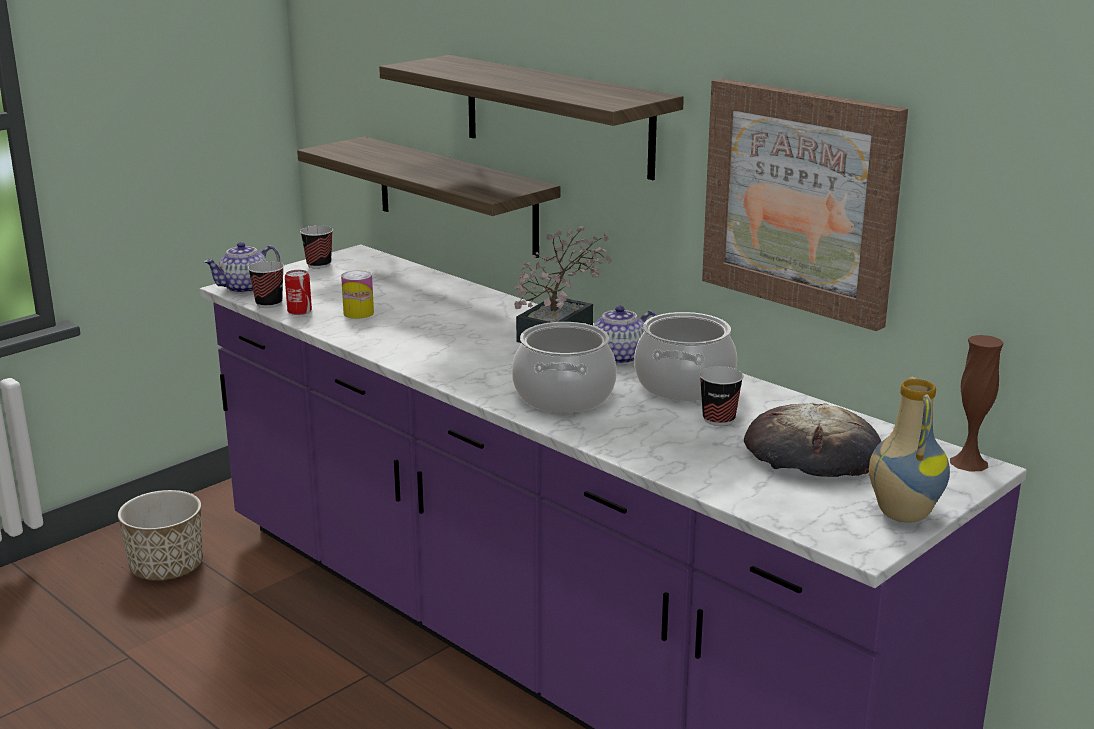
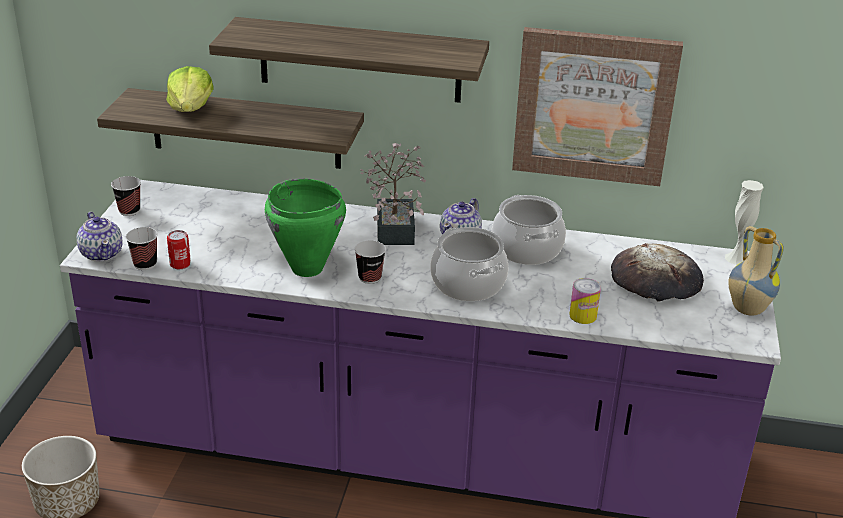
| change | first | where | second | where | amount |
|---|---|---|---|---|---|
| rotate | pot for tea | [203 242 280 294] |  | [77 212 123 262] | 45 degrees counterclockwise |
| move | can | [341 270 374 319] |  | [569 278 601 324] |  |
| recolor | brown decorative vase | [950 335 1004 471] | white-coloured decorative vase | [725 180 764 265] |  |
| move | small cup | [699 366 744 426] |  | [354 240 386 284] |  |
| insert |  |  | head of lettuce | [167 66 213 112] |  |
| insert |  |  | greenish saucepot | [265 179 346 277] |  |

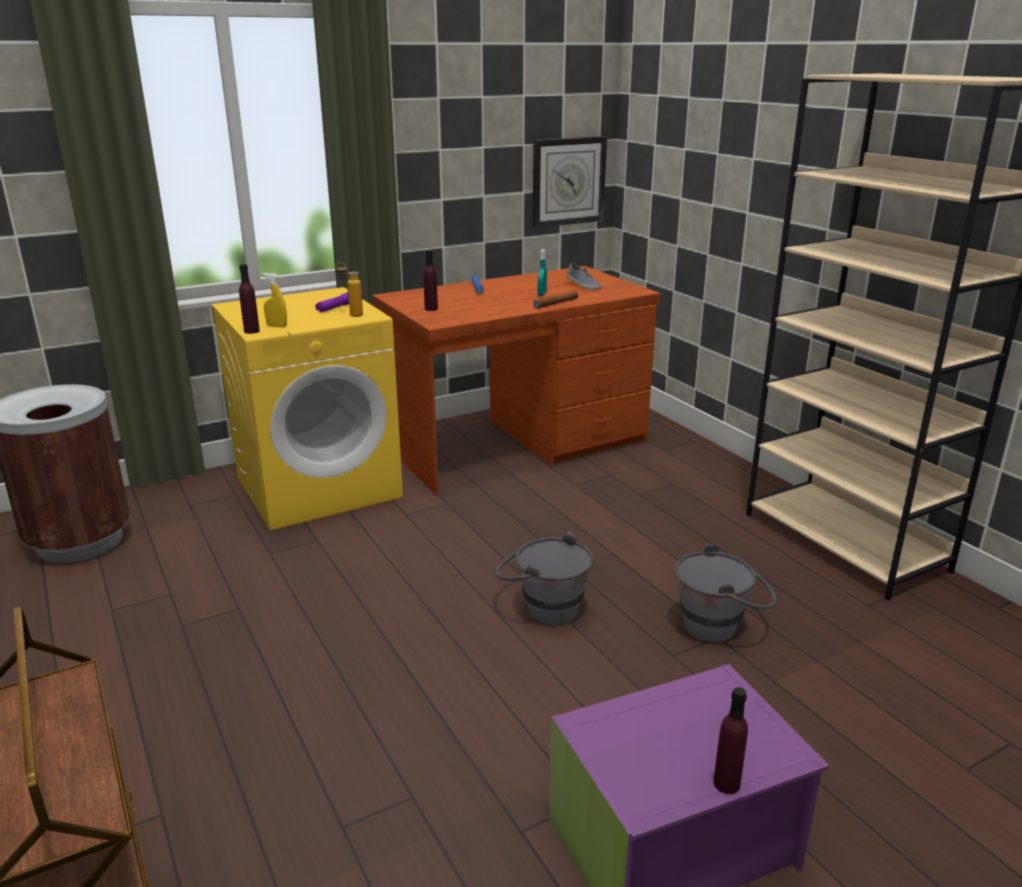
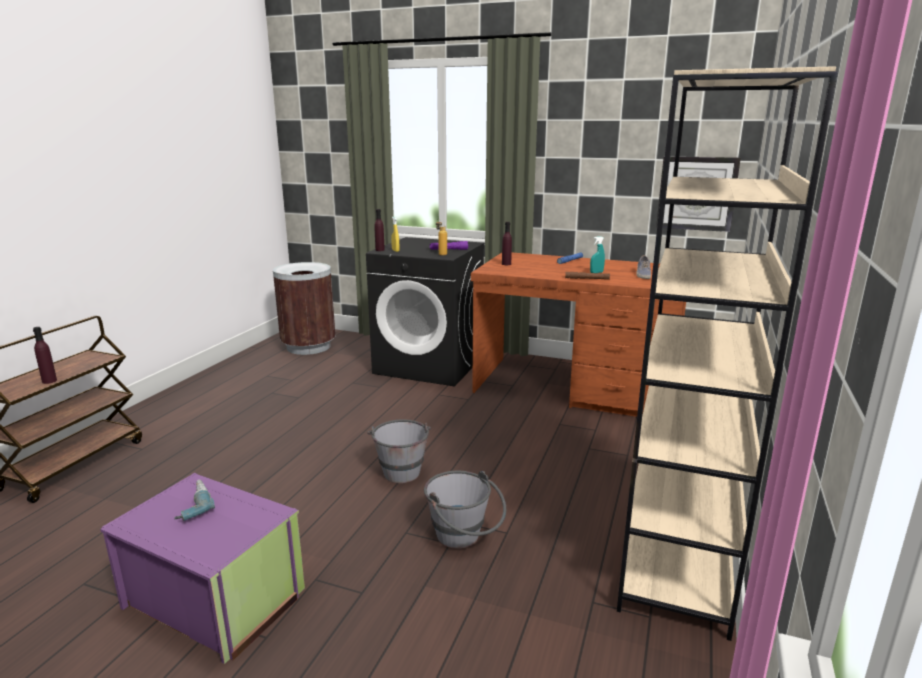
| change | first | where | second | where | amount |
|---|---|---|---|---|---|
| recolor | yellowish laundry appliance | [211 287 403 531] | black laundry appliance | [366 237 485 387] |  |
| move | purplish bottle | [713 687 748 794] |  | [33 327 57 384] |  |
| insert |  |  | power drill | [174 480 215 521] |  |

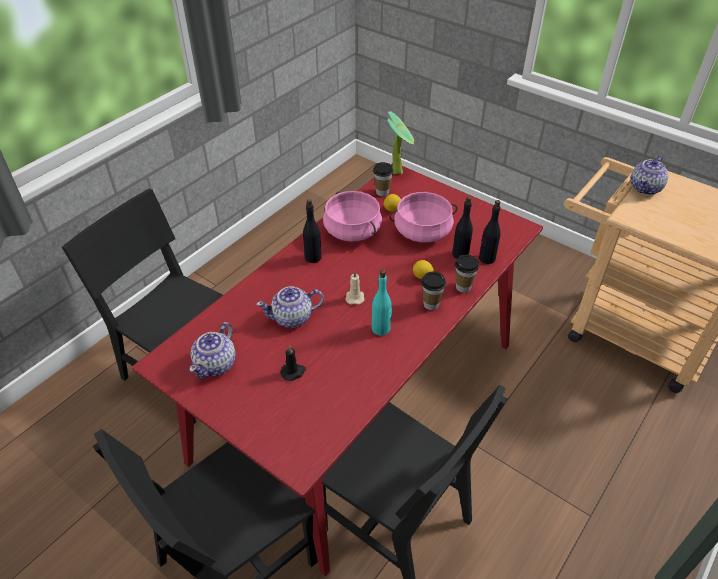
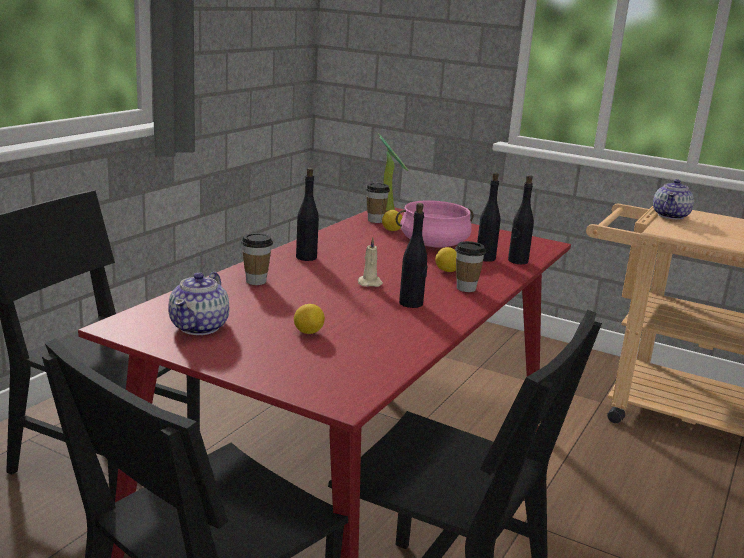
| change | first | where | second | where | amount |
|---|---|---|---|---|---|
| delete | pink saucepot | [323 191 382 242] |  |  |  |
| move | small cup | [455 255 479 293] |  | [241 233 273 285] |  |
| recolor | turquoise-coloured bottle | [372 270 392 336] | black bottle | [399 203 427 308] |  |
| delete | pot for tea | [256 286 324 328] |  |  |  |
| replace | black wax candle | [280 345 306 381] | lemon | [294 304 325 334] |  |

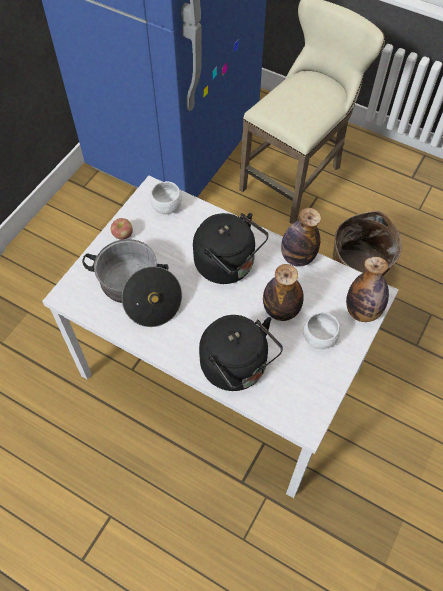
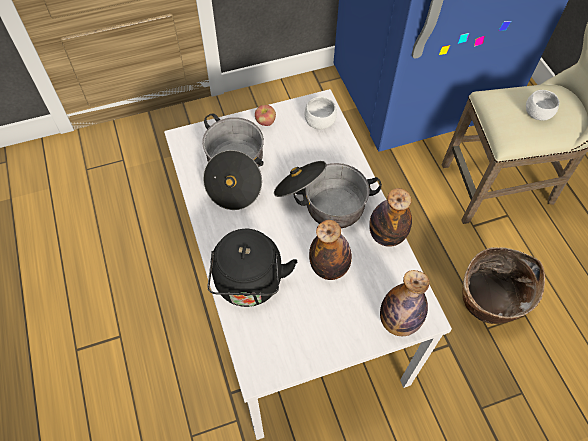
| change | first | where | second | where | amount |
|---|---|---|---|---|---|
| replace | black kettle | [193 213 269 284] | saucepot | [274 161 382 229] |  |
| move | white-coloured deep dish | [303 312 340 349] |  | [526 90 559 121] |  |

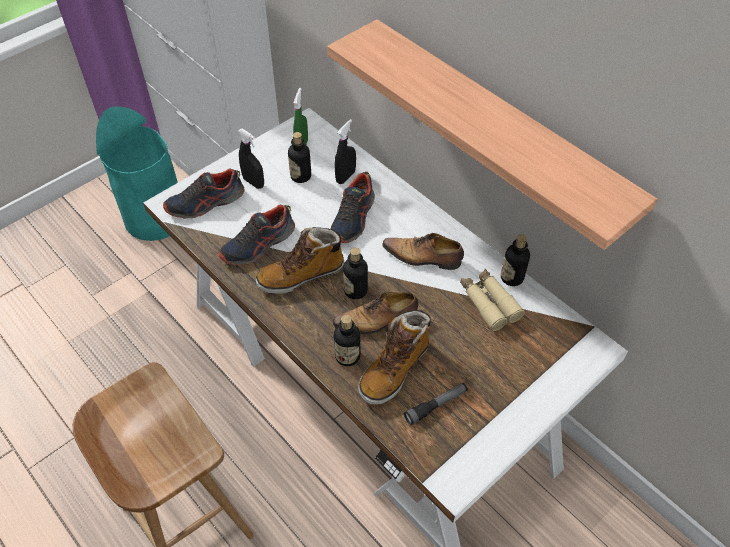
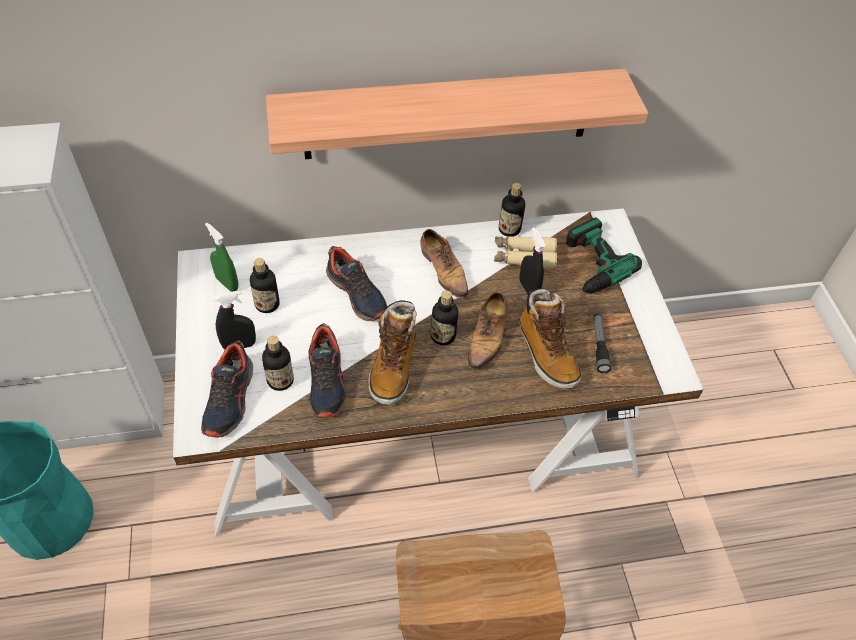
| change | first | where | second | where | amount |
|---|---|---|---|---|---|
| move | black hand sprayer | [334 119 356 184] |  | [520 227 546 294] |  |
| rotate | item of footwear | [382 233 464 270] |  | [420 229 469 298] | 75 degrees counterclockwise |
| move | bottle | [334 315 360 366] |  | [262 335 294 391] |  |
| insert |  |  | power drill | [566 217 642 298] |  |

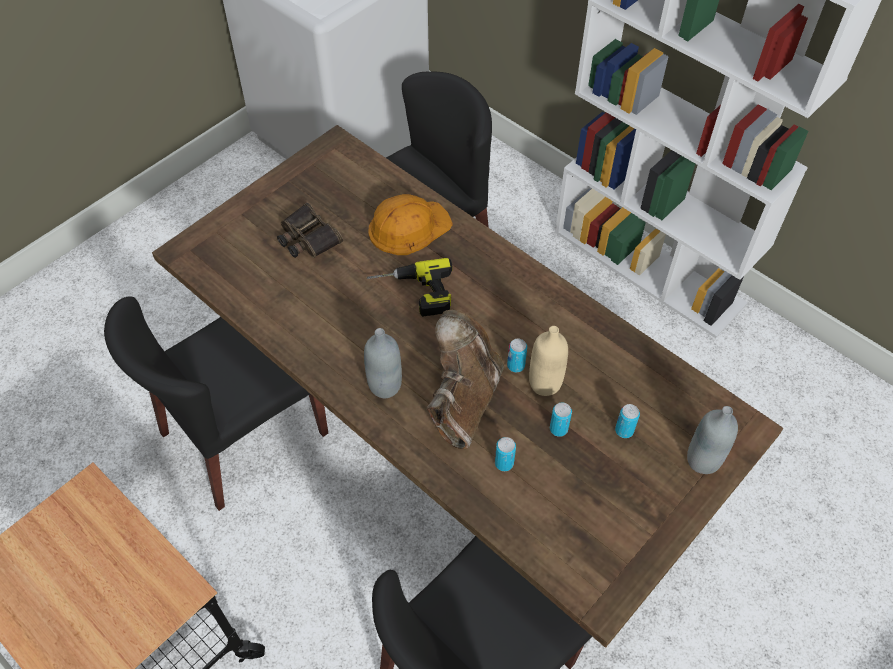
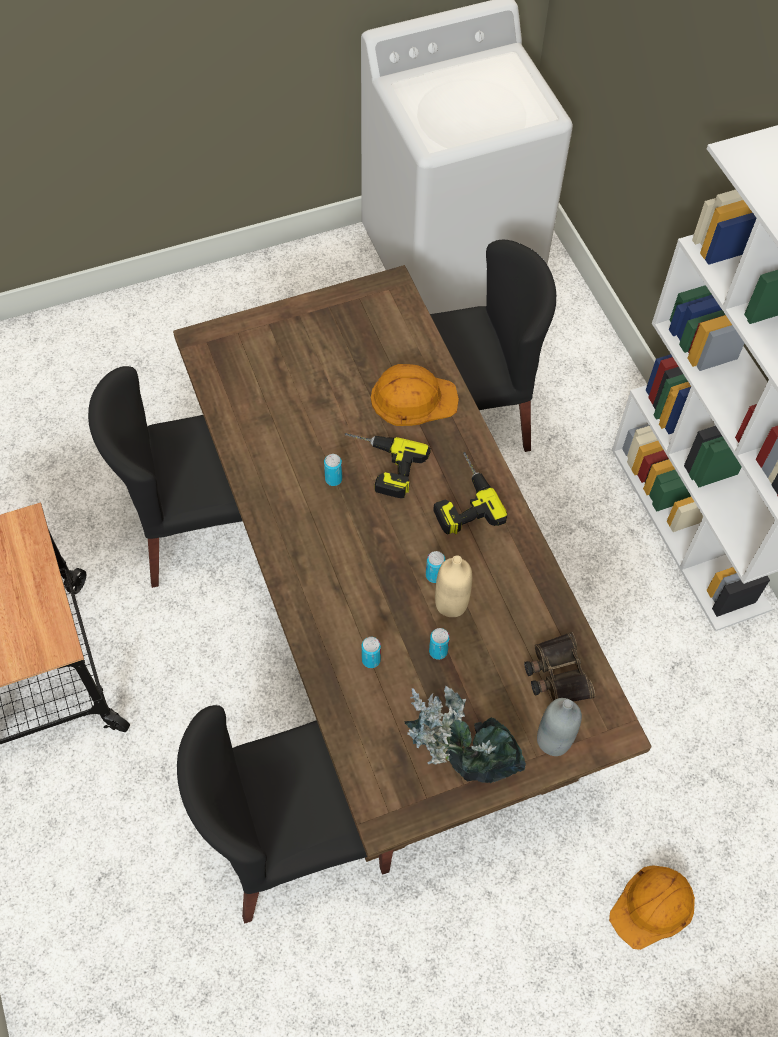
| change | first | where | second | where | amount |
|---|---|---|---|---|---|
| move | field glasses | [277 203 343 258] |  | [524 632 595 702] |  |
| delete | brown boot | [427 310 504 449] |  |  |  |
| delete | gray bottle | [364 328 402 398] |  |  |  |
| move | can | [615 404 640 438] |  | [324 454 342 486] |  |
| insert |  |  | power drill | [433 452 507 535] |  |
| insert |  |  | houseplant | [404 685 526 783] |  |
| insert |  |  | orange hard hat | [609 865 695 950] |  |

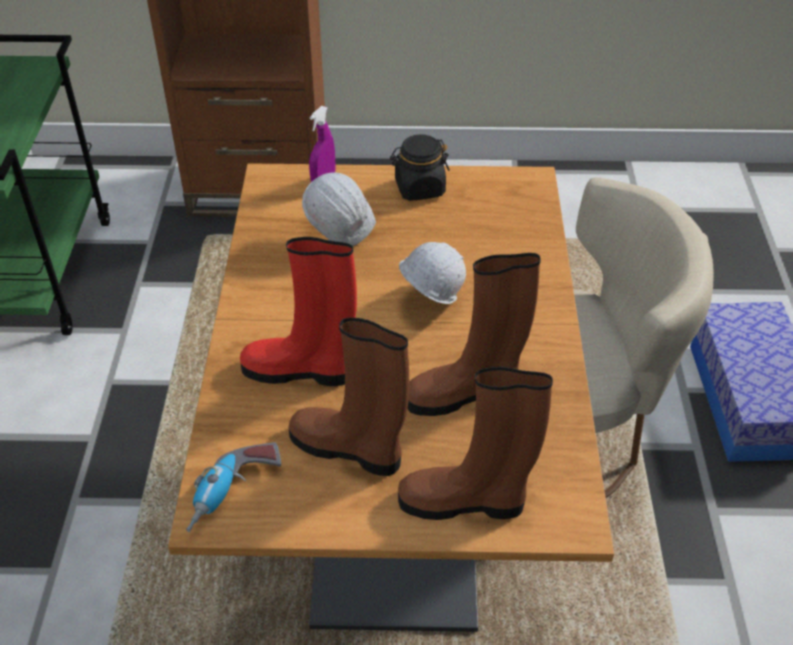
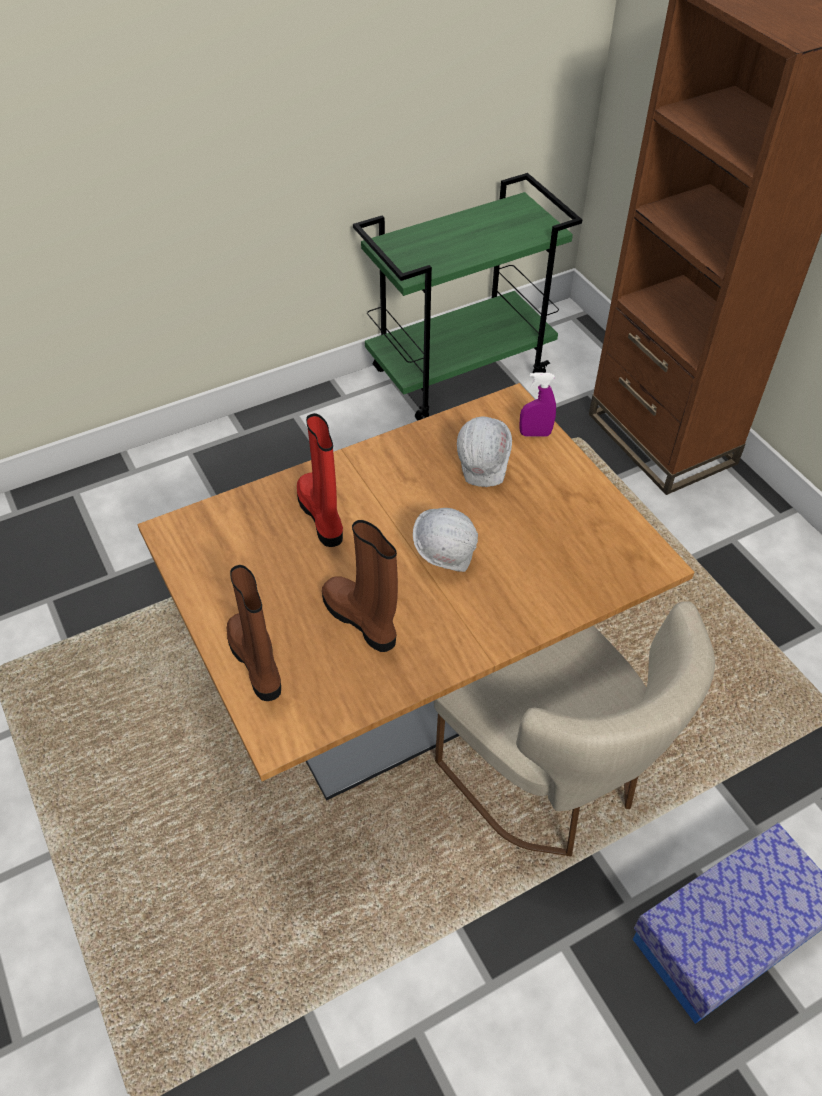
| change | first | where | second | where | amount |
|---|---|---|---|---|---|
| delete | black storage jar | [390 134 450 201] |  |  |  |
| delete | brown boot | [288 318 409 476] |  |  |  |
| delete | power drill | [186 442 281 532] |  |  |  |

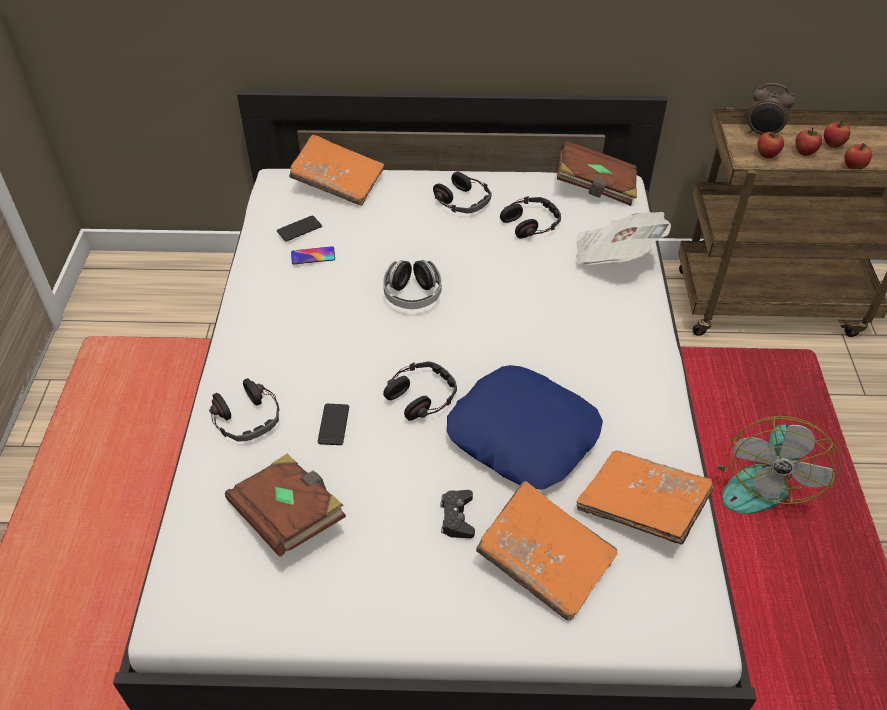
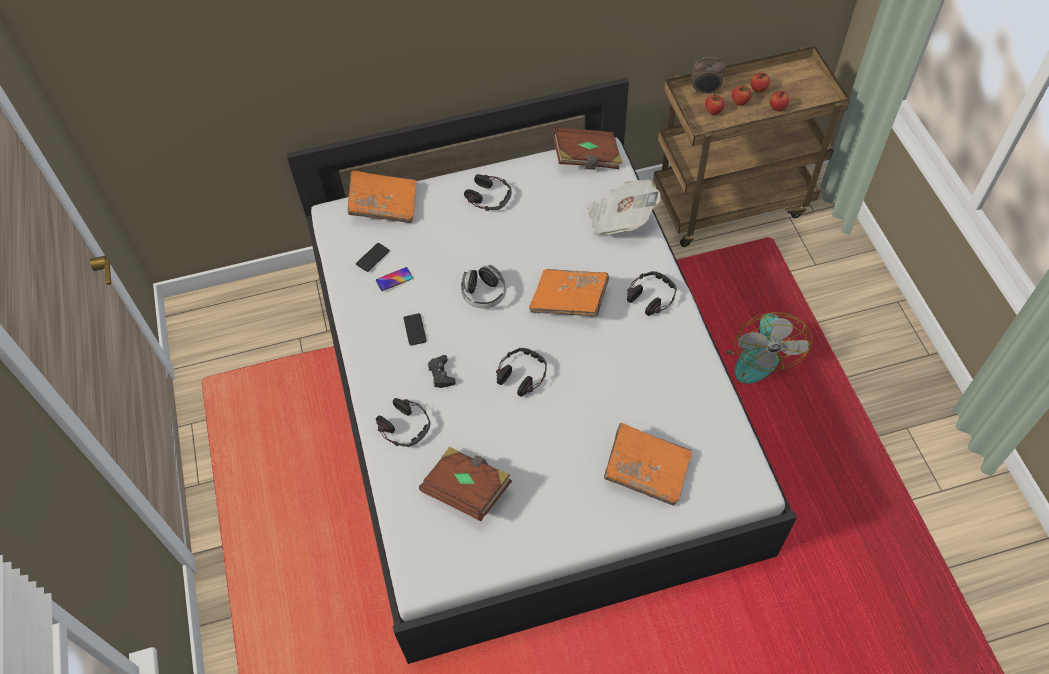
| change | first | where | second | where | amount |
|---|---|---|---|---|---|
| move | headset | [500 196 561 238] |  | [627 271 677 316] |  |
| delete | blue-coloured cushion | [447 365 603 490] |  |  |  |
| move | phone | [318 404 349 445] |  | [403 313 427 346] |  |
| move | orange bound book | [577 451 714 545] |  | [529 269 609 317] |  |
| move | black joypad | [440 490 475 538] |  | [428 355 456 388] |  |

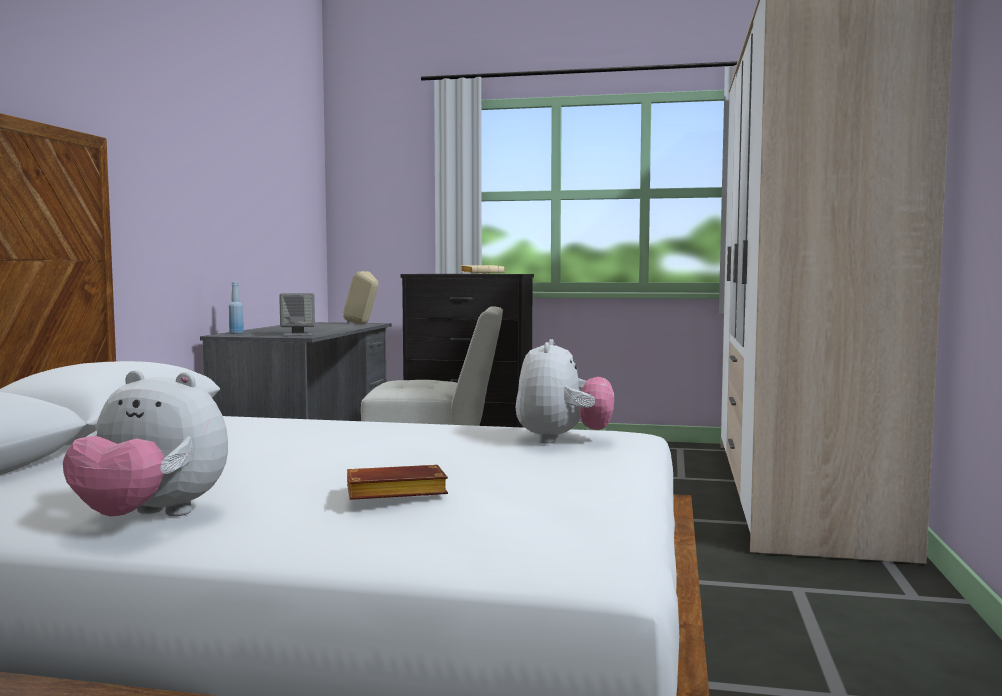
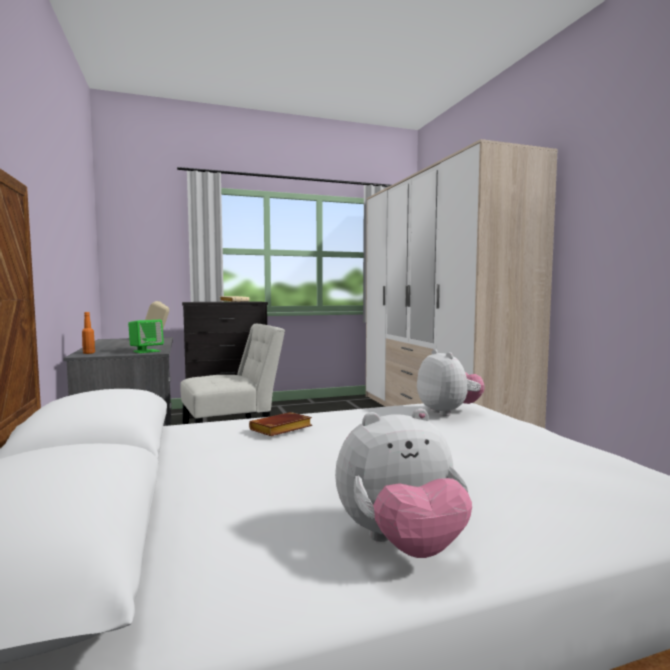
| change | first | where | second | where | amount |
|---|---|---|---|---|---|
| recolor | blue-coloured bottle | [229 282 244 334] | orange bottle | [82 312 95 354] |  |
| recolor | gray loudspeaker | [279 293 315 336] | greenish loudspeaker | [128 320 164 353] |  |
| move | brown bound book | [347 465 448 500] |  | [249 412 312 436] |  |

